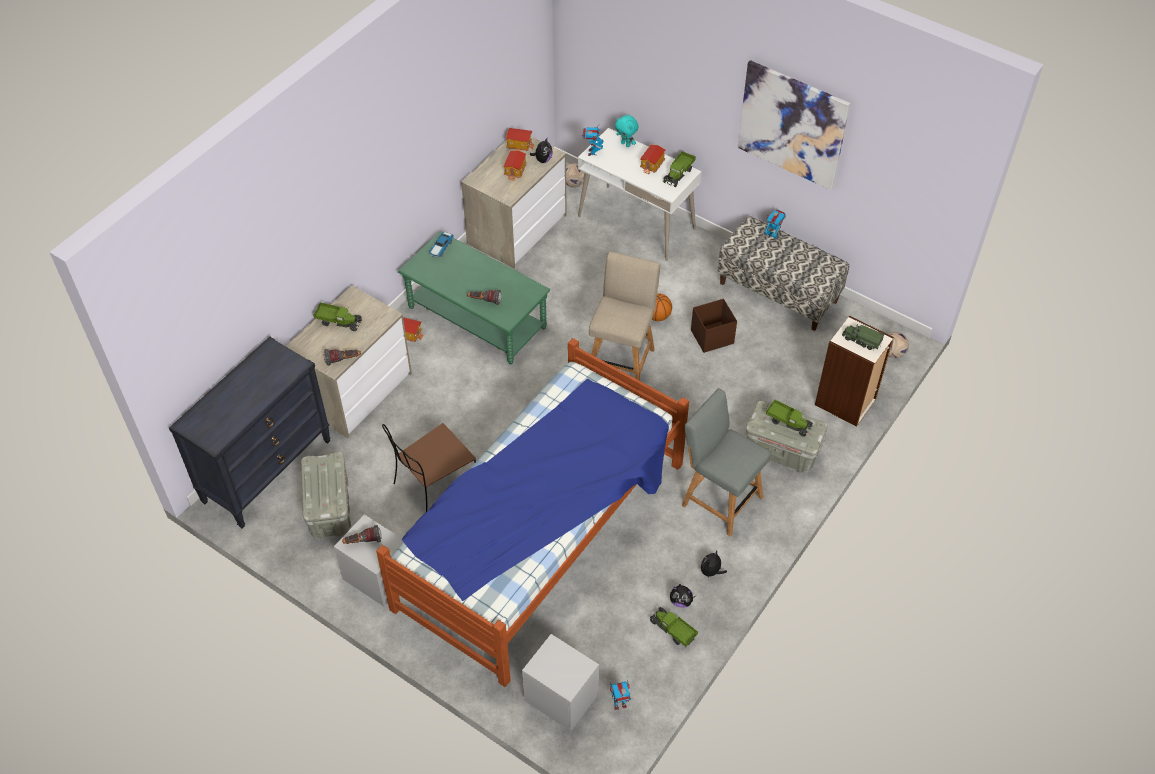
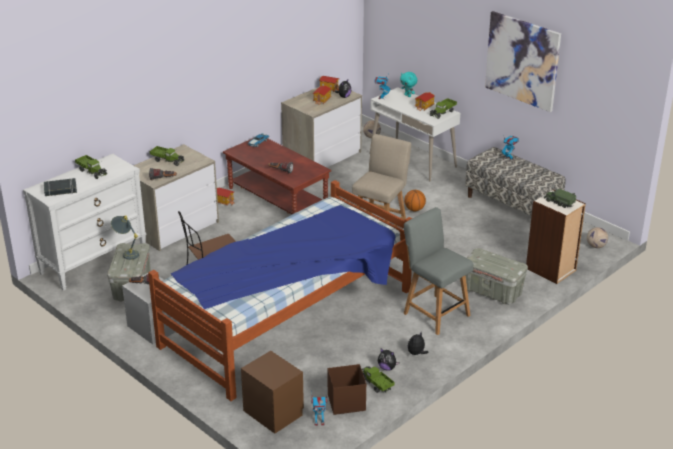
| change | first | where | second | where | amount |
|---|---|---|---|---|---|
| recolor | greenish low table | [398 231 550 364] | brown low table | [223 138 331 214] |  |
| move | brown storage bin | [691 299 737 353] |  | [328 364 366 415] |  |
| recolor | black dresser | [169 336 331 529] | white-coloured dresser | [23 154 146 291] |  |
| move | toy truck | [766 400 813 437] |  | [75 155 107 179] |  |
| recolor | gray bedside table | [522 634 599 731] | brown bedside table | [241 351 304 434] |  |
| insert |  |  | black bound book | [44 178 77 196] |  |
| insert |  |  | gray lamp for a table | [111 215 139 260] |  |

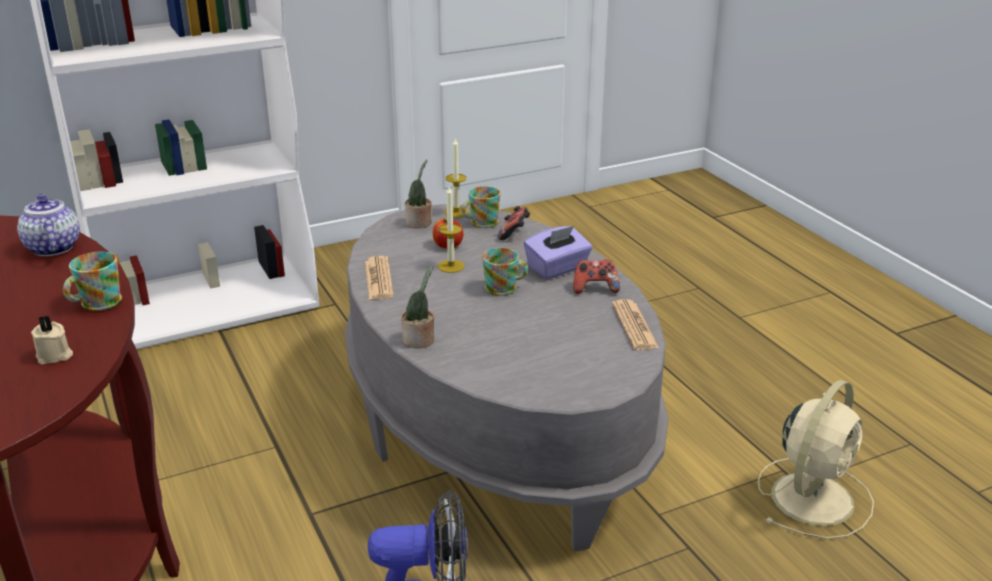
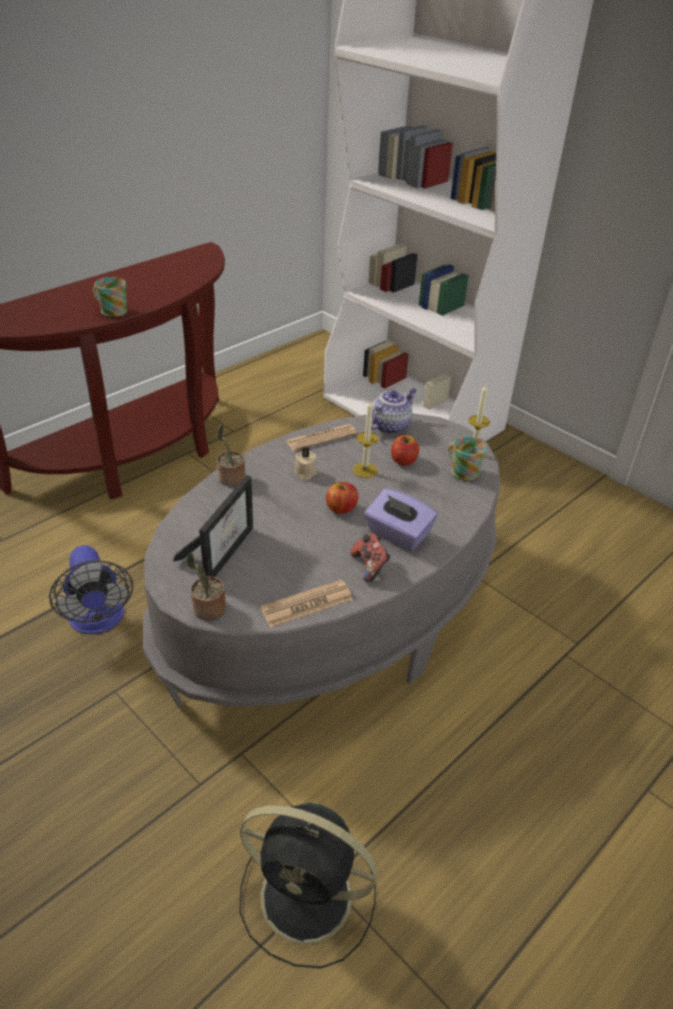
| change | first | where | second | where | amount |
|---|---|---|---|---|---|
| move | houseplant | [405 160 432 229] |  | [186 553 226 620] |  |
| move | pot for tea | [17 194 80 256] |  | [371 388 417 434] |  |
| delete | joypad | [498 206 530 240] |  |  |  |
| replace | tea mug | [482 248 528 296] | apple fruit | [326 482 358 514] |  |
| move | beige wax candle | [31 316 73 364] |  | [294 447 317 480] |  |
| recolor | beige fan | [758 380 874 539] | black fan | [239 803 377 968] |  |
| insert |  |  | standing frame | [173 475 253 577] |  |

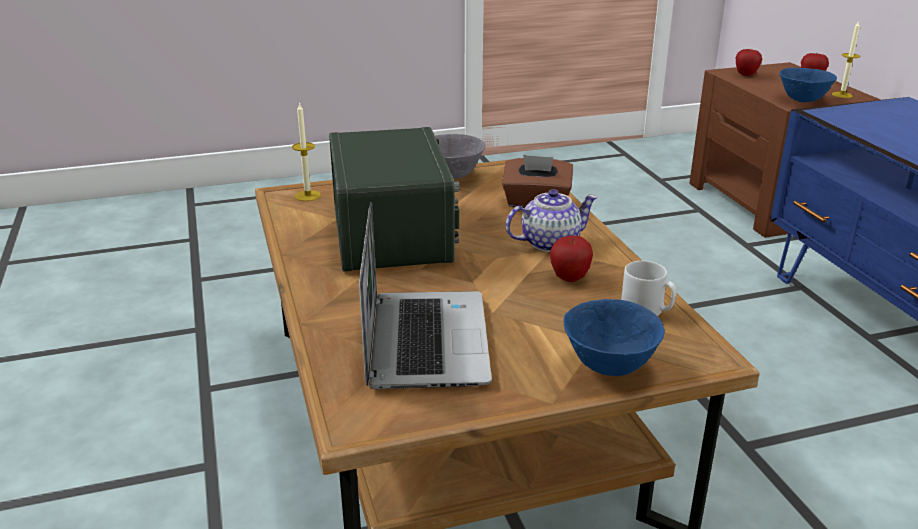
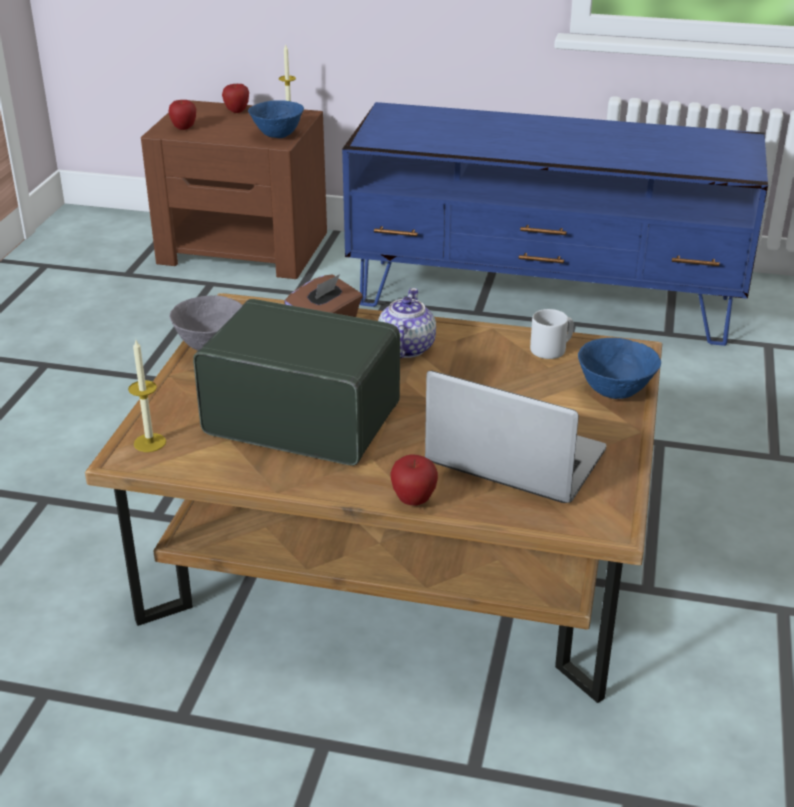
| change | first | where | second | where | amount |
|---|---|---|---|---|---|
| move | apple fruit | [550 236 593 282] |  | [390 454 438 505] |  |

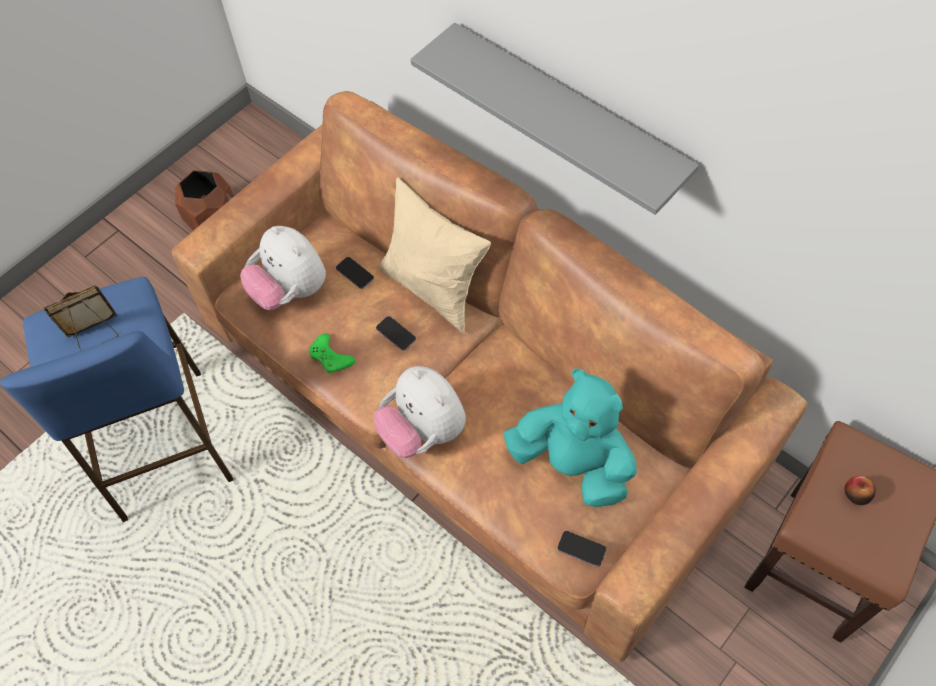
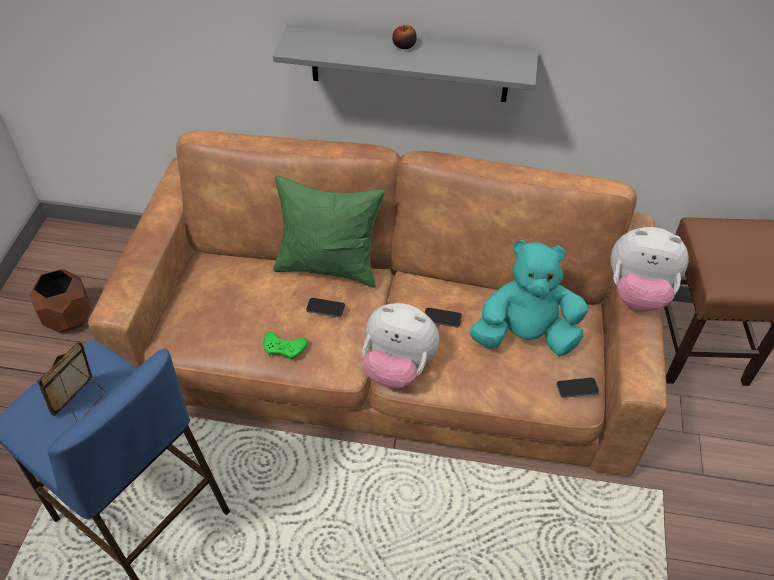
| change | first | where | second | where | amount |
|---|---|---|---|---|---|
| recolor | beige cushion | [379 177 491 333] | greenish cushion | [273 175 385 288] |  |
| move | plush toy | [240 226 326 310] |  | [611 227 688 312] |  |
| move | phone | [336 257 374 289] |  | [425 308 462 328] |  |
| move | apple fruit | [845 476 876 505] |  | [392 25 417 49] |  |

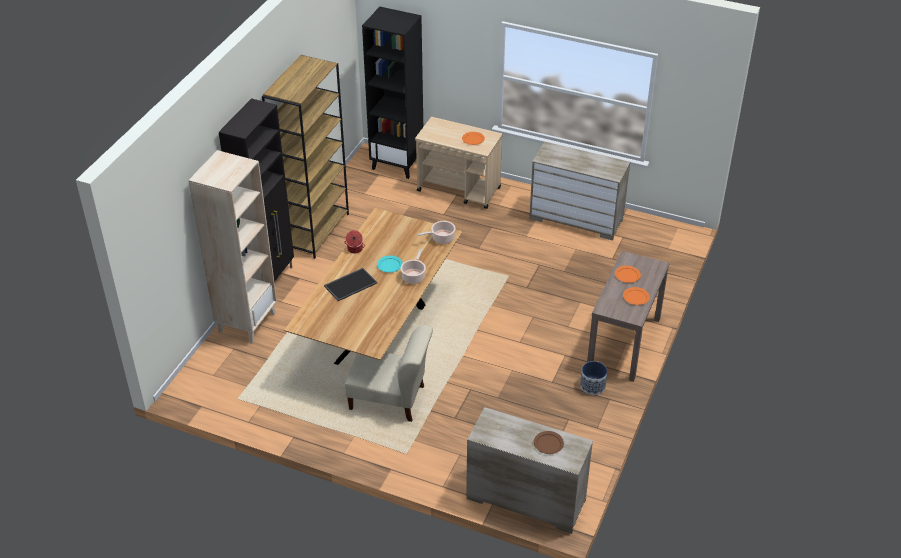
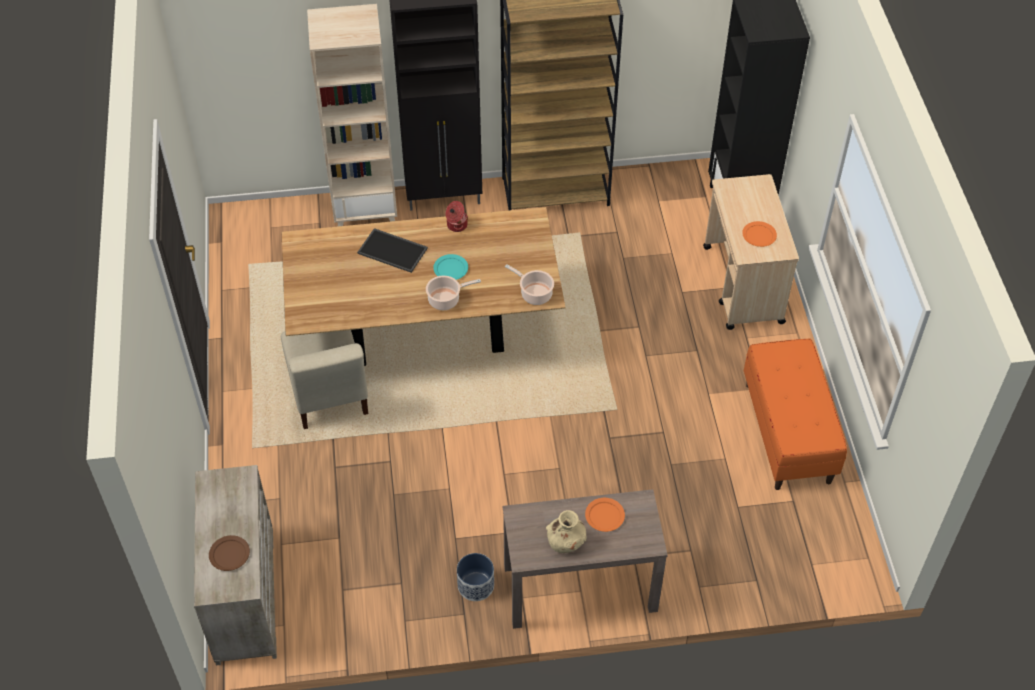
| change | first | where | second | where | amount |
|---|---|---|---|---|---|
| replace | beige dresser | [529 142 630 240] | orange long seat | [744 339 847 490] |  |
| replace | orange flat dish | [623 287 650 305] | beige decorative vase | [546 510 587 553] |  |

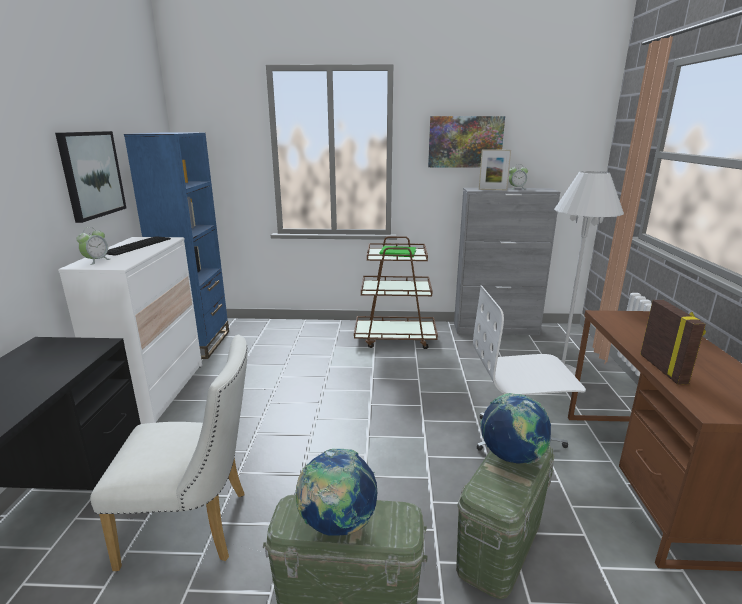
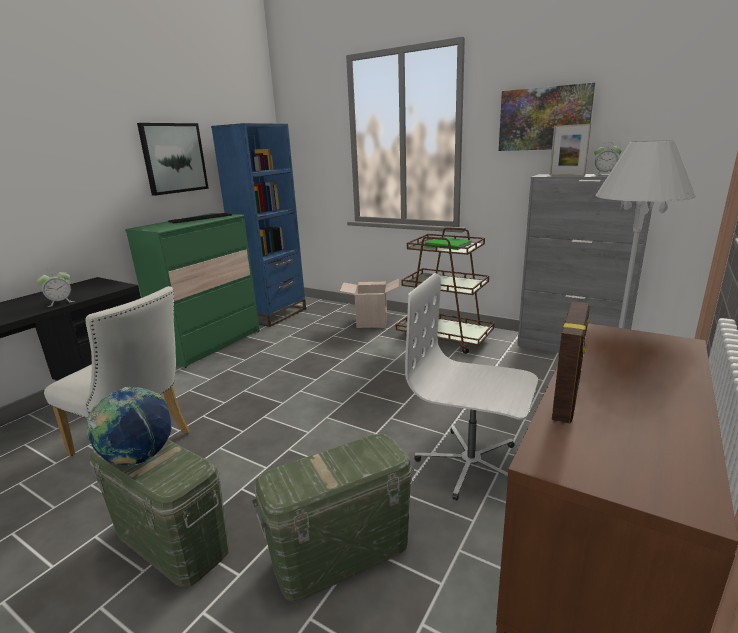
| change | first | where | second | where | amount |
|---|---|---|---|---|---|
| move | table clock | [76 227 110 265] |  | [37 269 75 307] |  |
| recolor | white-coloured dresser | [58 237 202 424] | greenish dresser | [125 213 260 368] |  |
| delete | globe | [481 393 551 464] |  |  |  |
| insert |  |  | packing box | [340 279 399 328] |  |

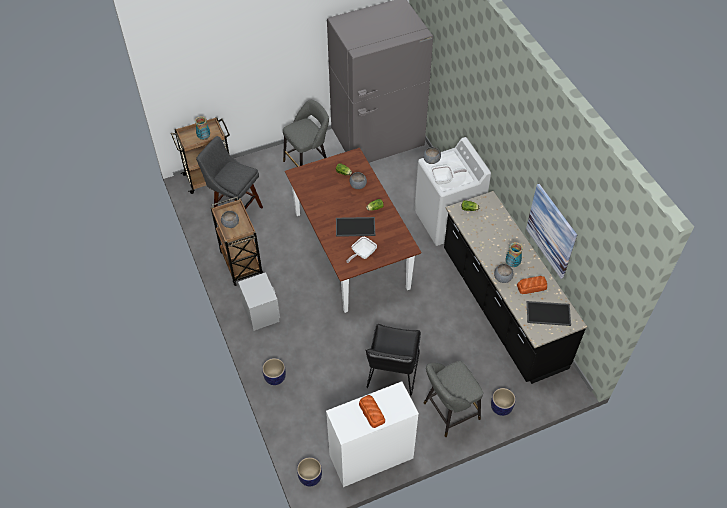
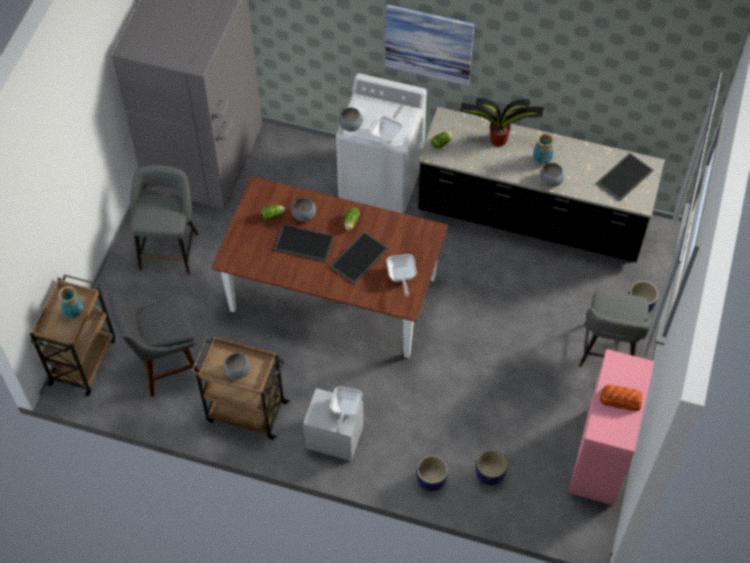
| change | first | where | second | where | amount |
|---|---|---|---|---|---|
| move | wall picture | [526 184 577 279] |  | [386 4 475 86] |  |
| delete | bakery bread | [517 276 547 294] |  |  |  |
| delete | black upright chair | [365 324 421 395] |  |  |  |
| recolor | white-coloured dresser | [326 382 419 487] | pink dresser | [568 349 654 505] |  |
| move | plant pot | [297 457 322 486] |  | [476 450 507 486] |  |
| insert |  |  | houseplant | [460 98 544 147] |  |
| insert |  |  | tray | [274 224 334 262] |  |
| insert |  |  | skillet | [330 386 362 433] |  |

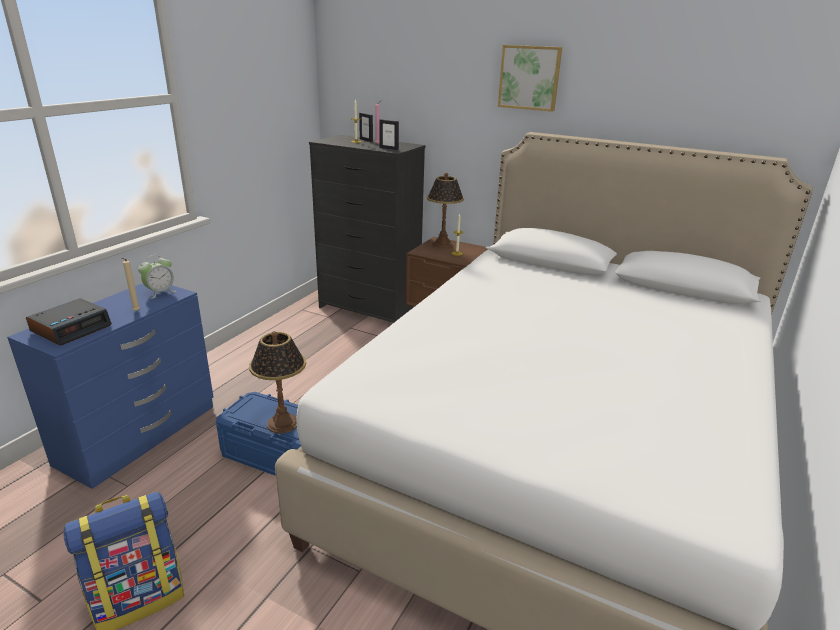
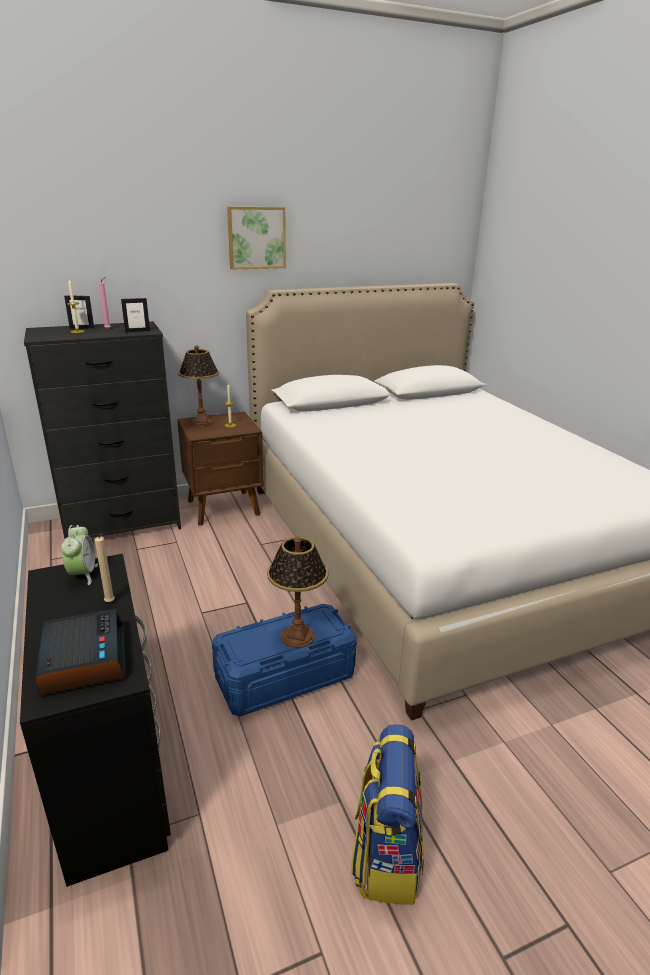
| change | first | where | second | where | amount |
|---|---|---|---|---|---|
| recolor | blue-coloured dresser | [7 283 213 489] | black dresser | [20 554 171 887] |  |

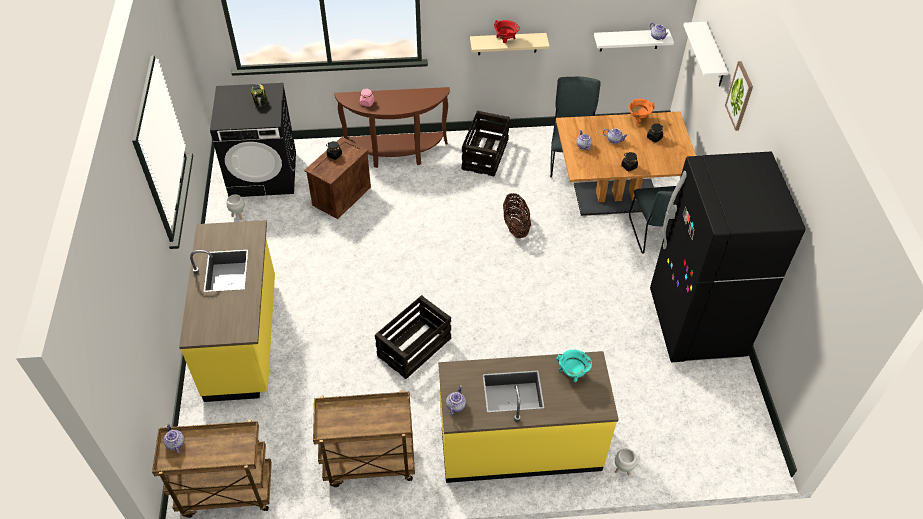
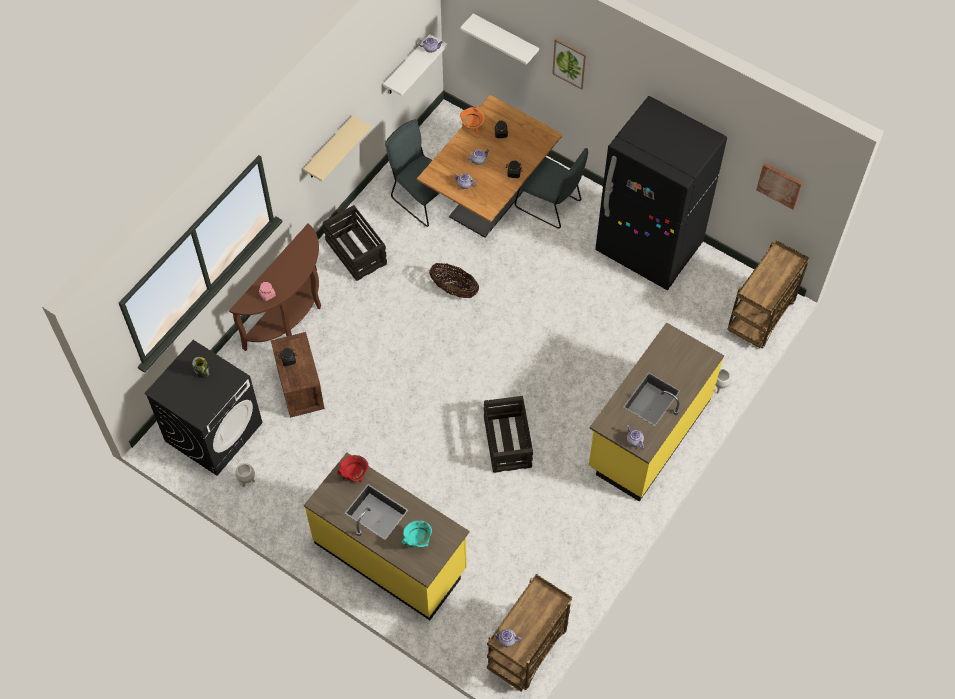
| change | first | where | second | where | amount |
|---|---|---|---|---|---|
| move | red-coloured saucepot | [494 20 520 43] |  | [337 455 369 482] |  |
| move | turquoise-coloured saucepot | [556 350 592 382] |  | [402 520 432 548] |  |
| move | brown wheeled cart | [313 390 415 487] |  | [727 240 809 348] |  |
| insert |  |  | wall picture | [756 163 803 210] |  |

